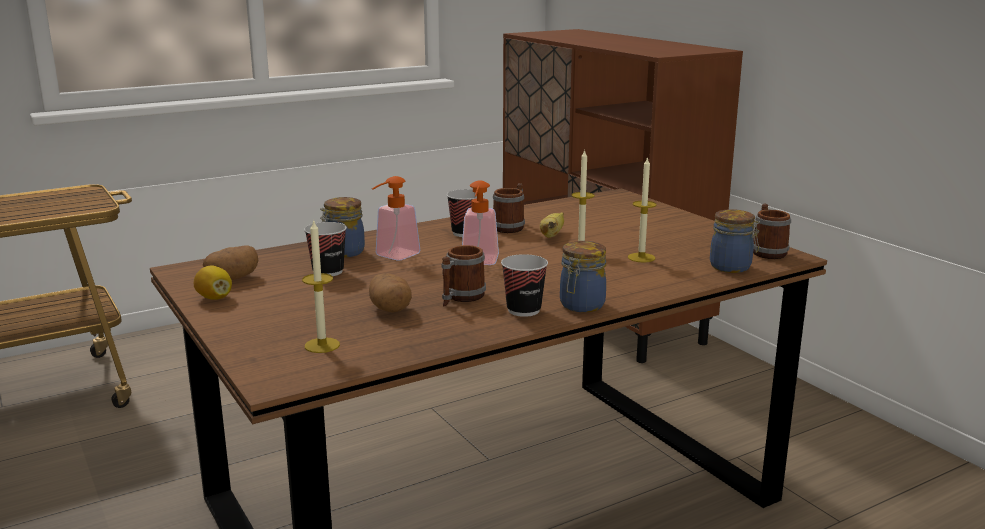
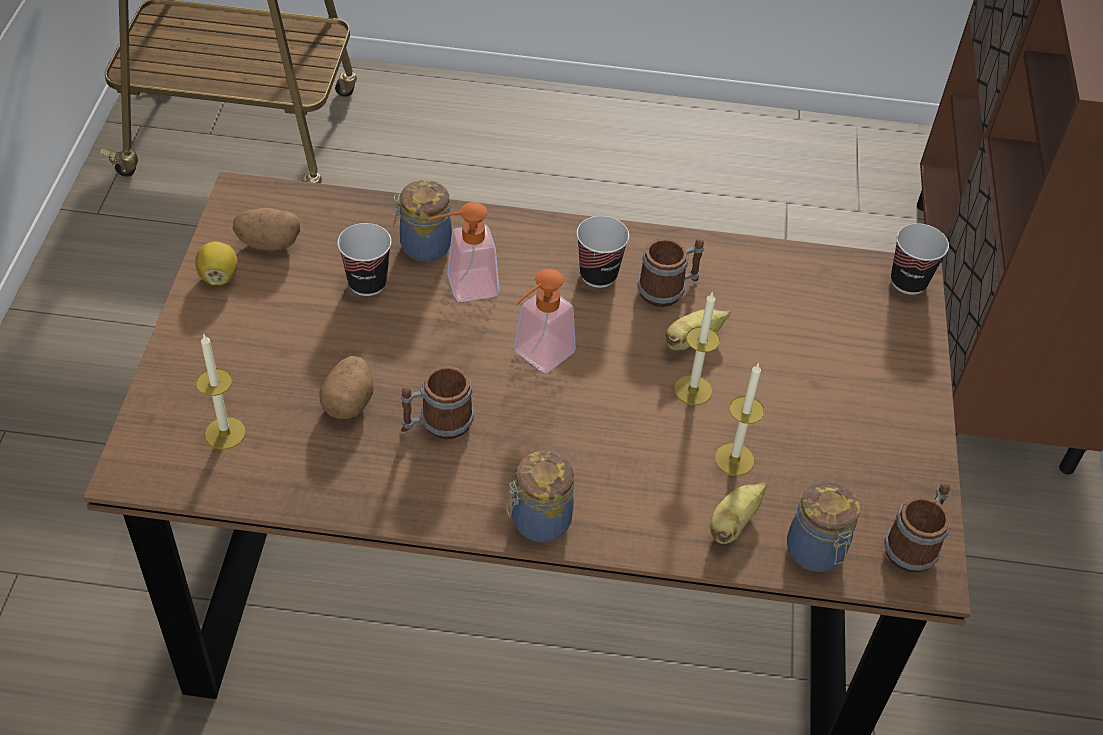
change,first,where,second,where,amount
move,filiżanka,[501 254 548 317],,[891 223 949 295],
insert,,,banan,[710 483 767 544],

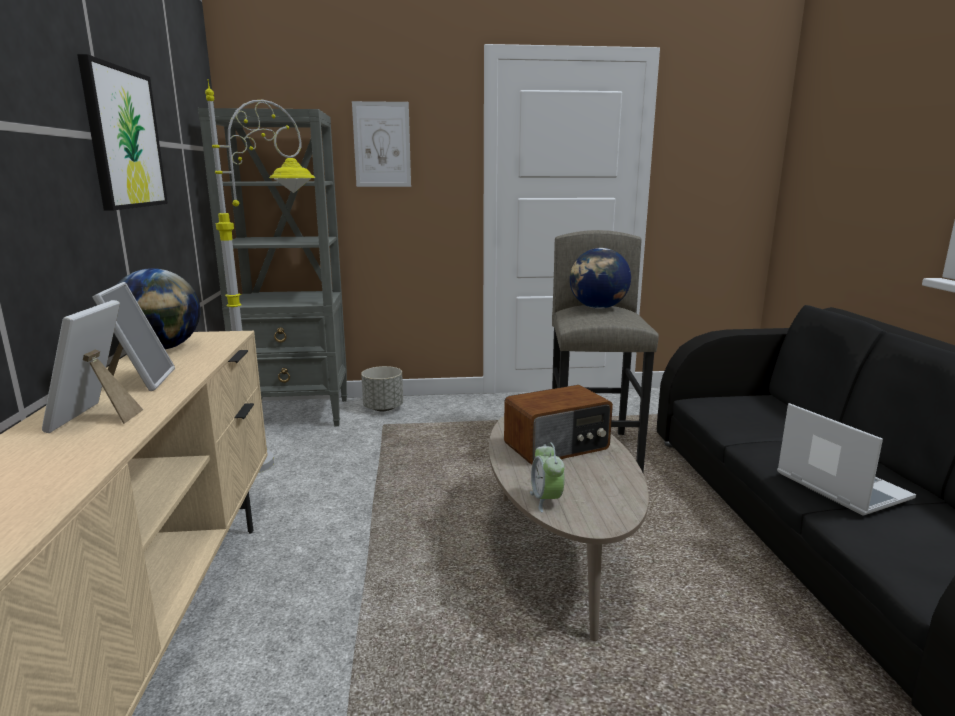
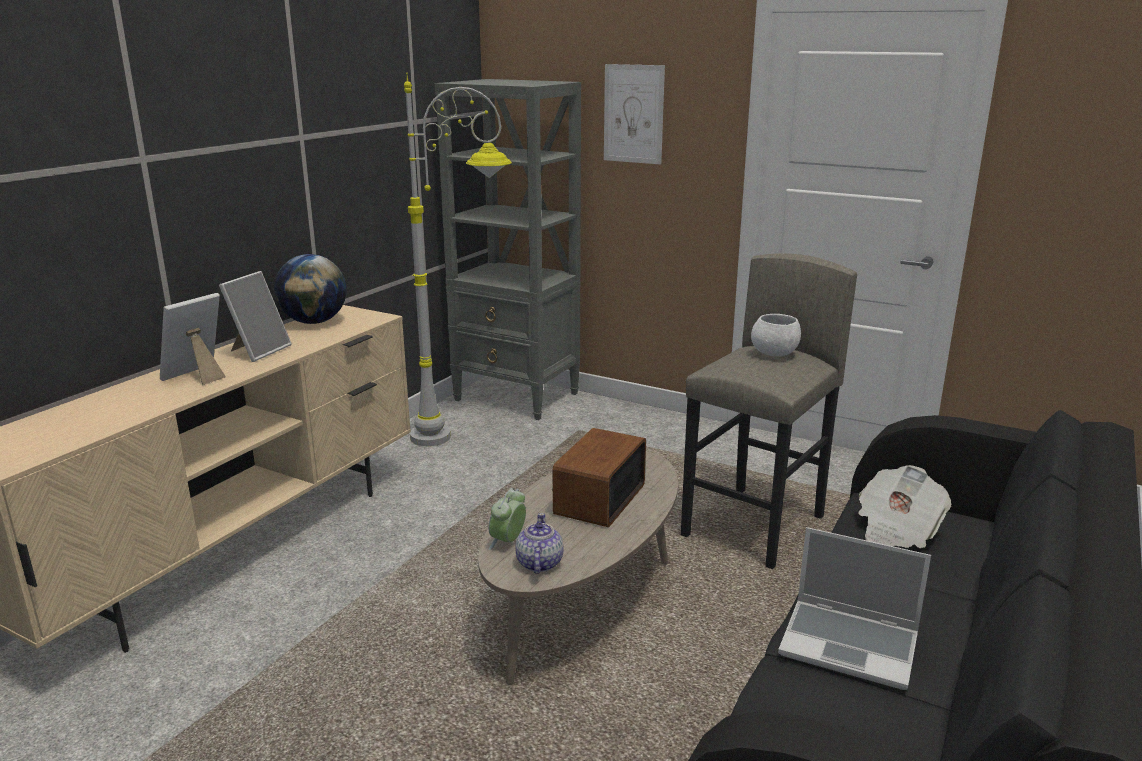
change,first,where,second,where,amount
delete,obraz,[77 54 168 211],,,
delete,donica/szary,[361 366 403 411],,,
rotate,radio,[504 385 613 465],,[552 428 646 527],105 degrees clockwise
replace,globus,[570 248 631 309],miska/biały,[751 314 801 356],
rotate,laptop,[777 403 916 515],,[778 527 931 690],105 degrees clockwise
insert,,,imbryk,[515 513 564 574],
insert,,,gazeta,[858 465 951 548],

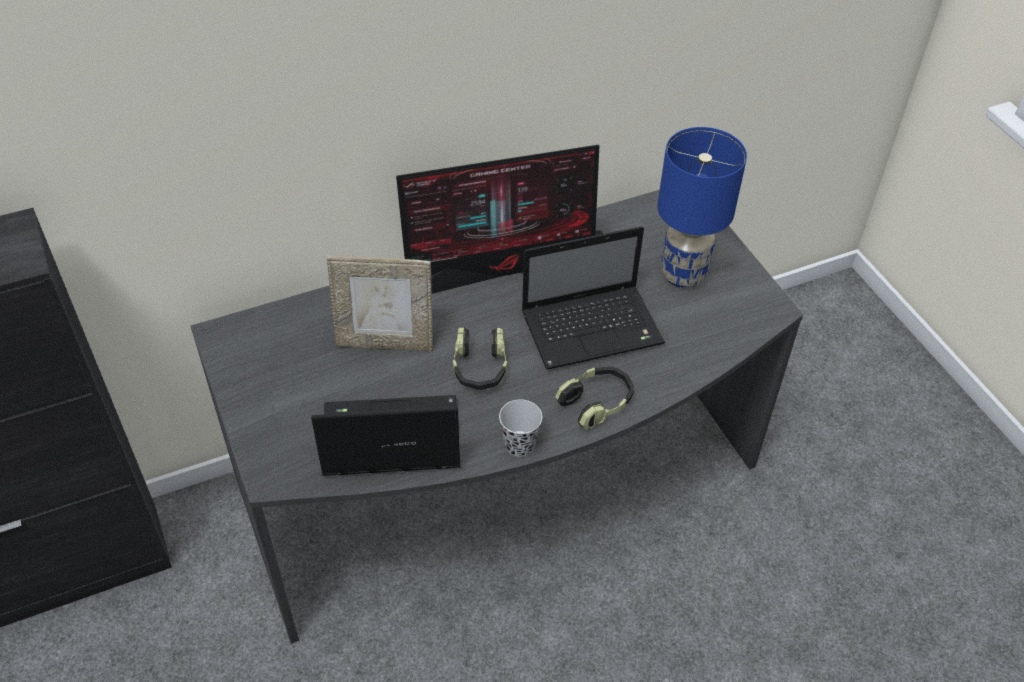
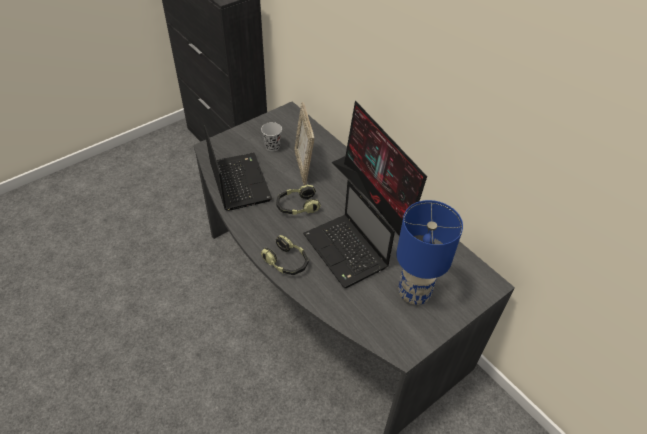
change,first,where,second,where,amount
move,filiżanka/czarny,[499 399 542 457],,[261 122 282 152],

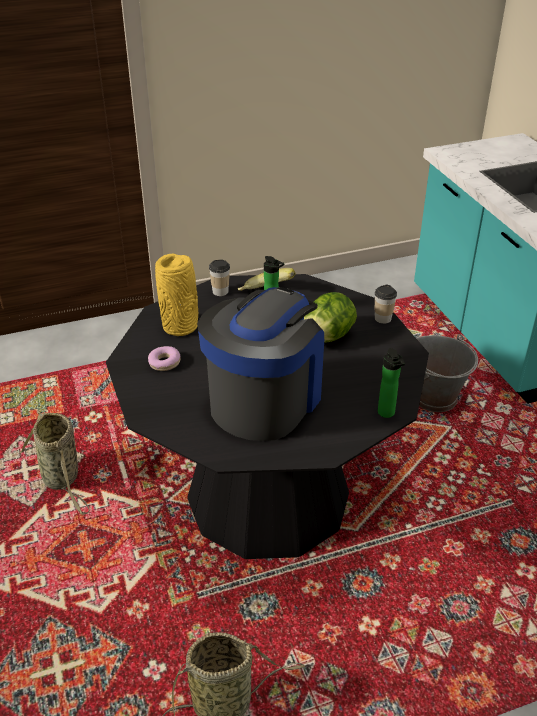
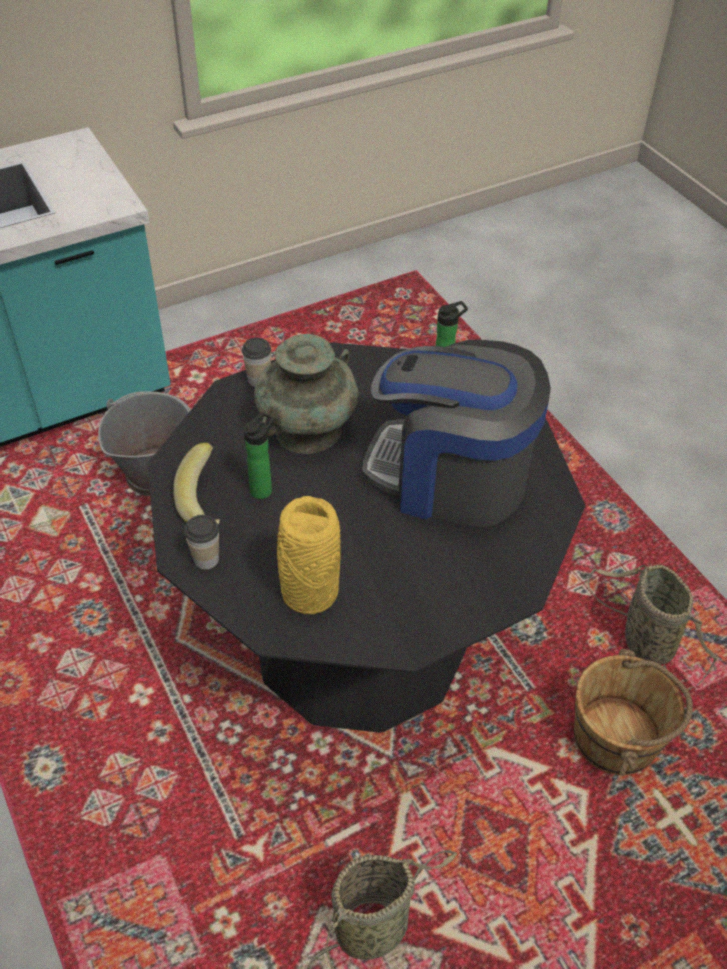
change,first,where,second,where,amount
delete,donut,[148 346 180 371],,,
replace,sałata,[304 292 357 343],wazon/turkusowy,[254 334 359 454],
insert,,,wiadro/brązowy,[574 649 693 776],

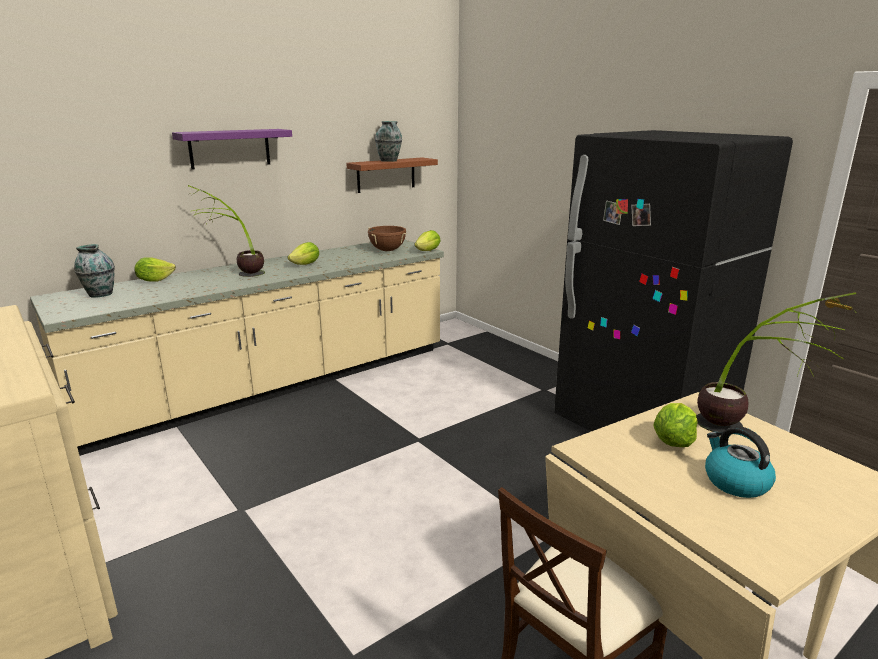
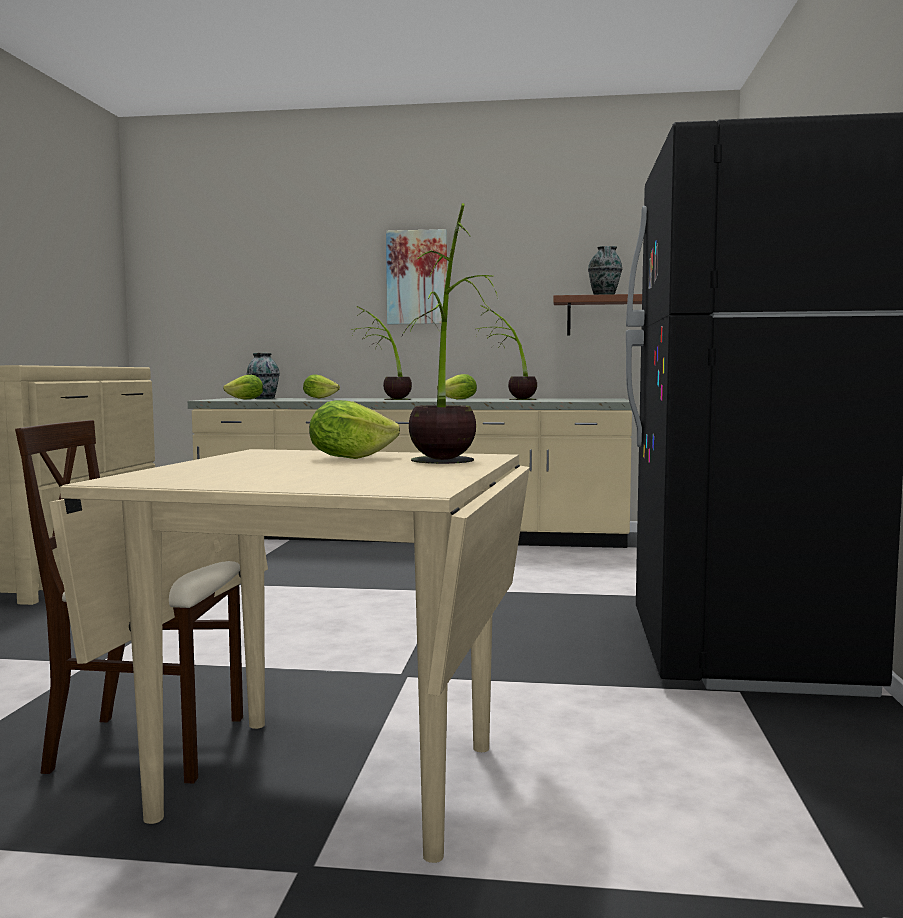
change,first,where,second,where,amount
replace,półka/fioletowy,[172 129 292 170],obraz,[386 229 447 324],
delete,garnek/brązowy,[368 226 407 251],,,
move,sałata,[414 230 440 251],,[223 375 263 400],
delete,czajnik,[705 426 776 498],,,
insert,,,roślina doniczkowa,[476 305 537 400],

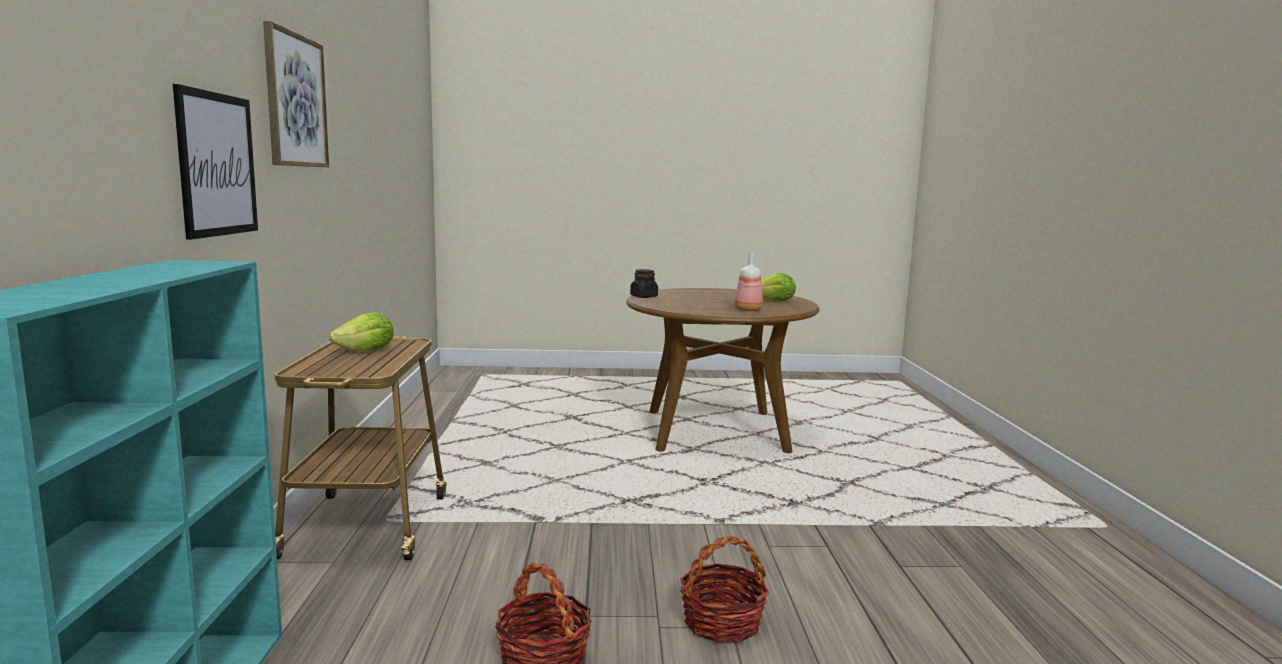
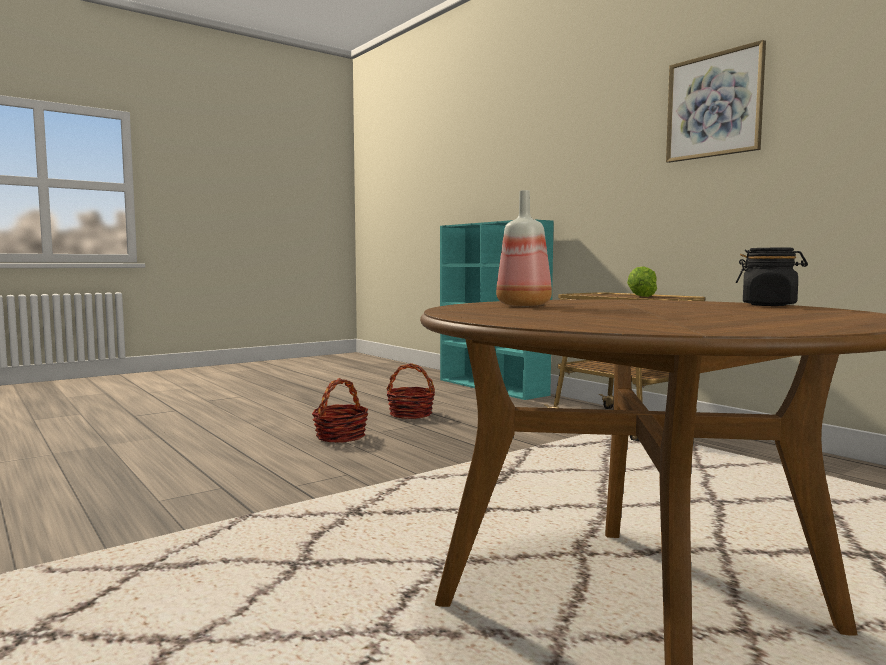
change,first,where,second,where,amount
delete,obraz,[173 84 258 240],,,
delete,sałata,[761 273 796 301],,,

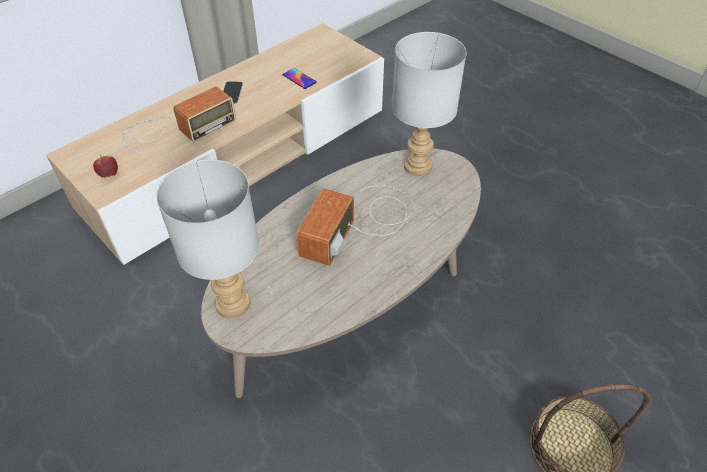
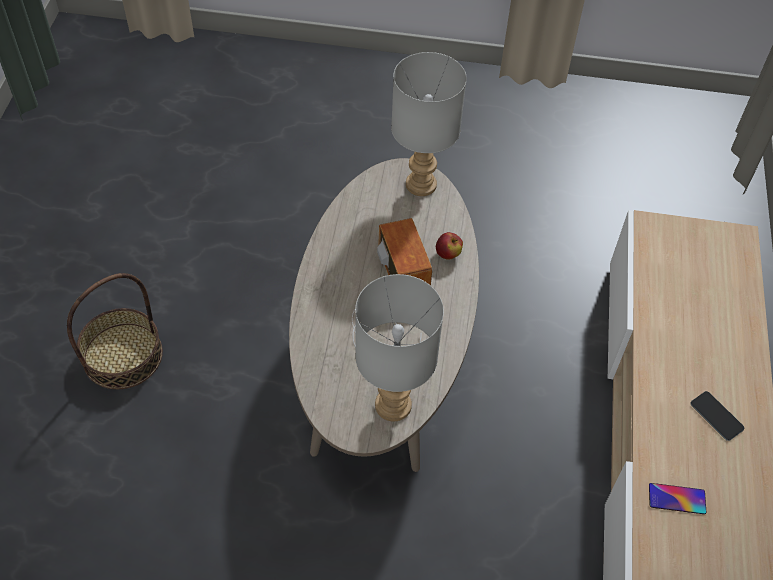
change,first,where,second,where,amount
move,jabłko,[93 155 118 178],,[436 232 463 260],
delete,radio,[122 86 236 153],,,

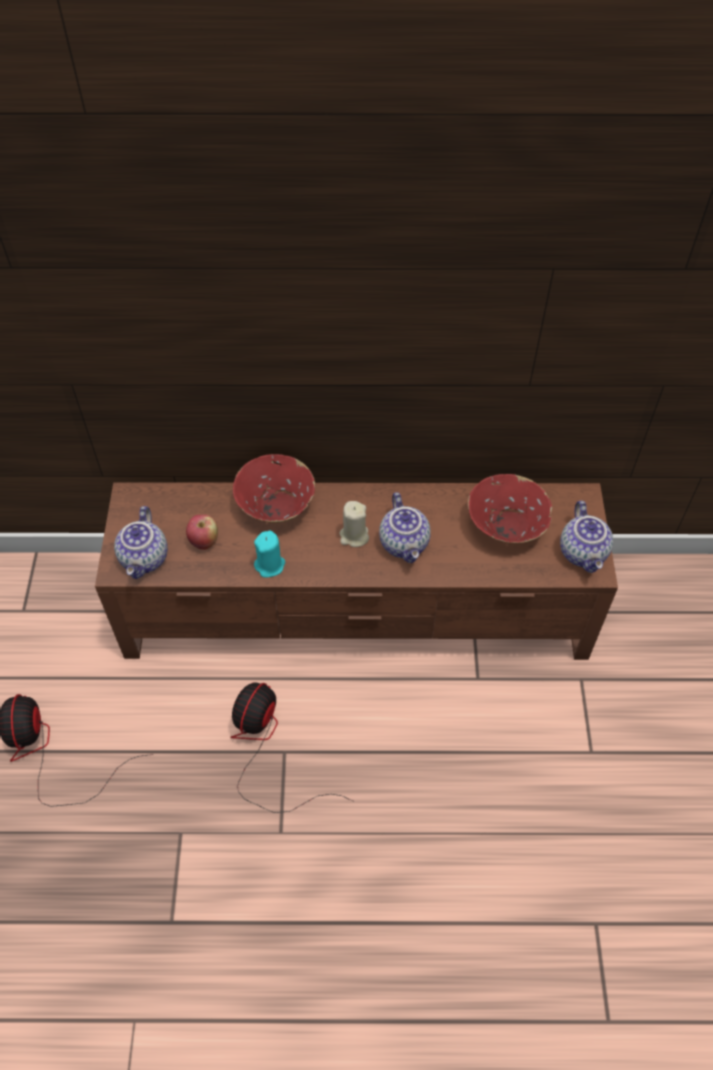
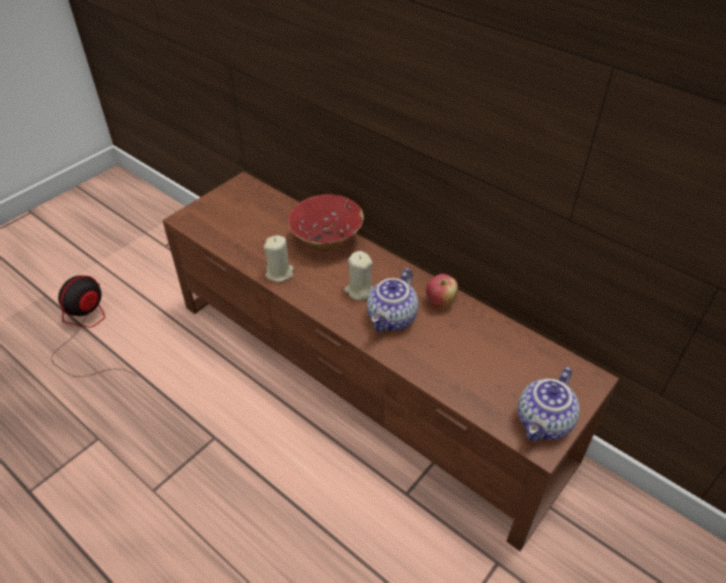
change,first,where,second,where,amount
delete,imbryk,[114 506 168 579],,,
move,jabłko,[186 514 218 550],,[426 274 458 309],
delete,wentylator,[230 682 354 813],,,
recolor,świeca/turkusowy,[254 530 285 578],świeca/beżowy,[264 235 294 282],
delete,miska/czerwony,[468 474 552 544],,,

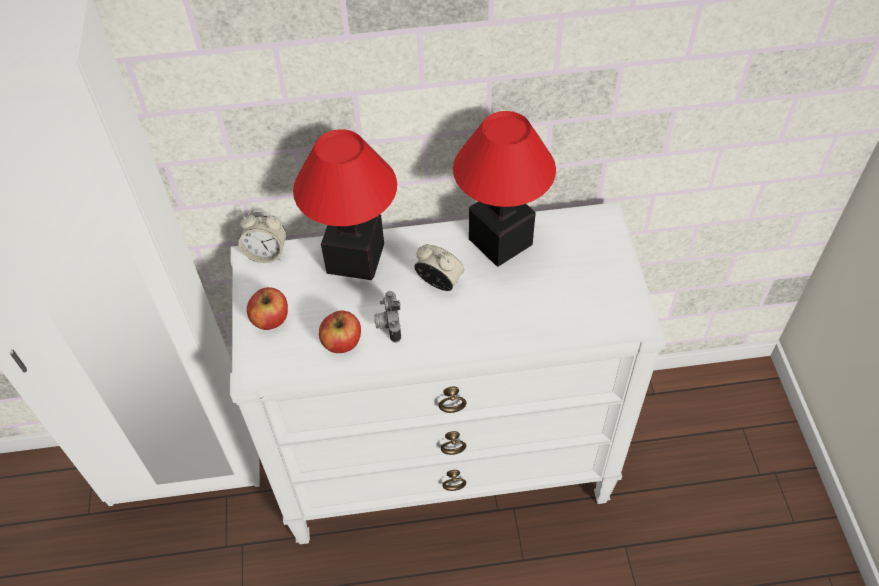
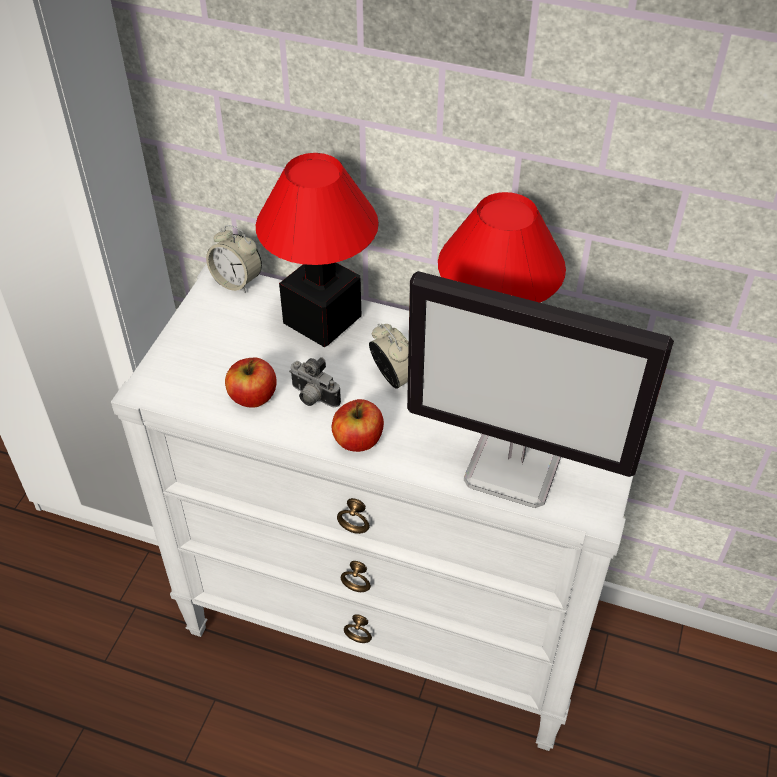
change,first,where,second,where,amount
move,jabłko,[247 287 288 330],,[332 399 384 452],
rotate,aparat fotograficzny,[375 291 401 342],,[289 357 341 407],75 degrees counterclockwise
insert,,,monitor,[407 271 674 508],

